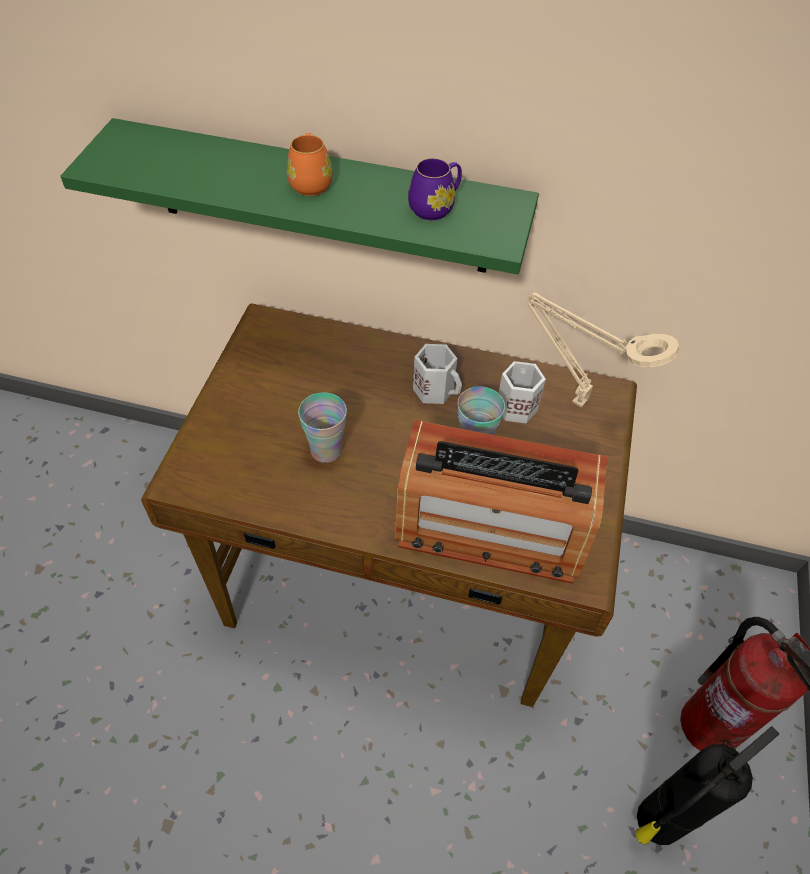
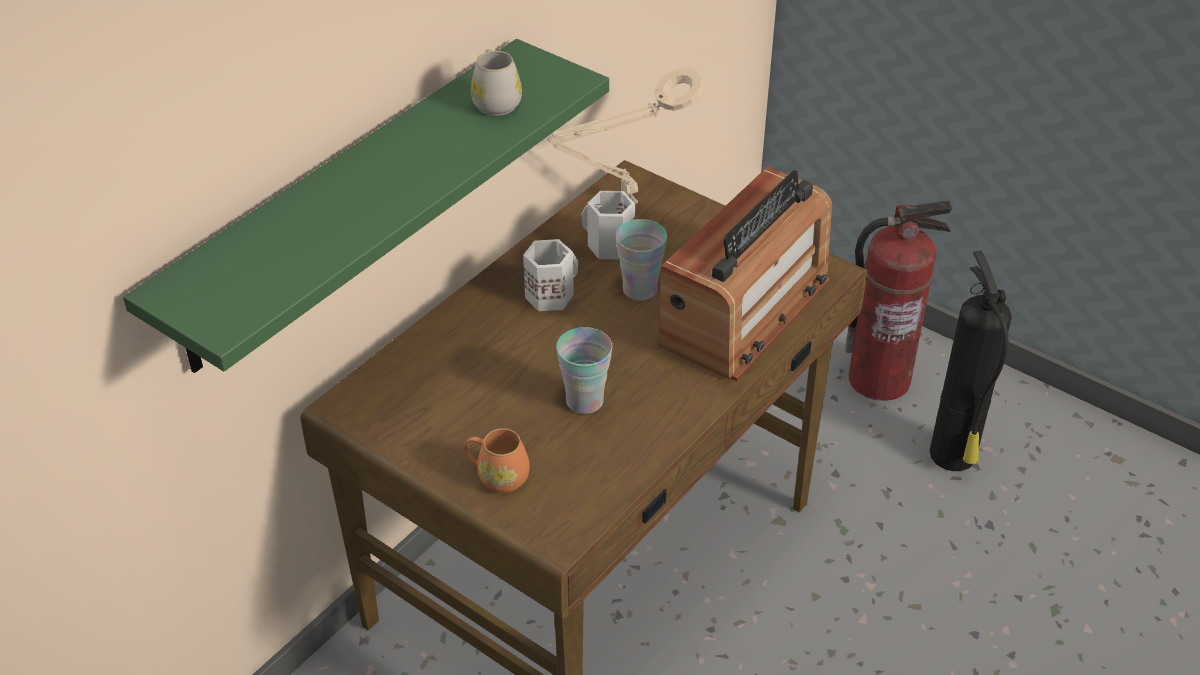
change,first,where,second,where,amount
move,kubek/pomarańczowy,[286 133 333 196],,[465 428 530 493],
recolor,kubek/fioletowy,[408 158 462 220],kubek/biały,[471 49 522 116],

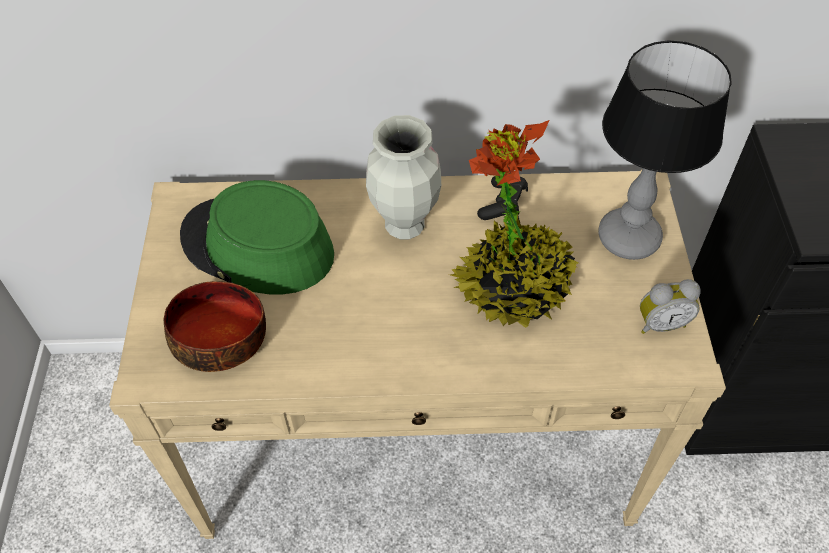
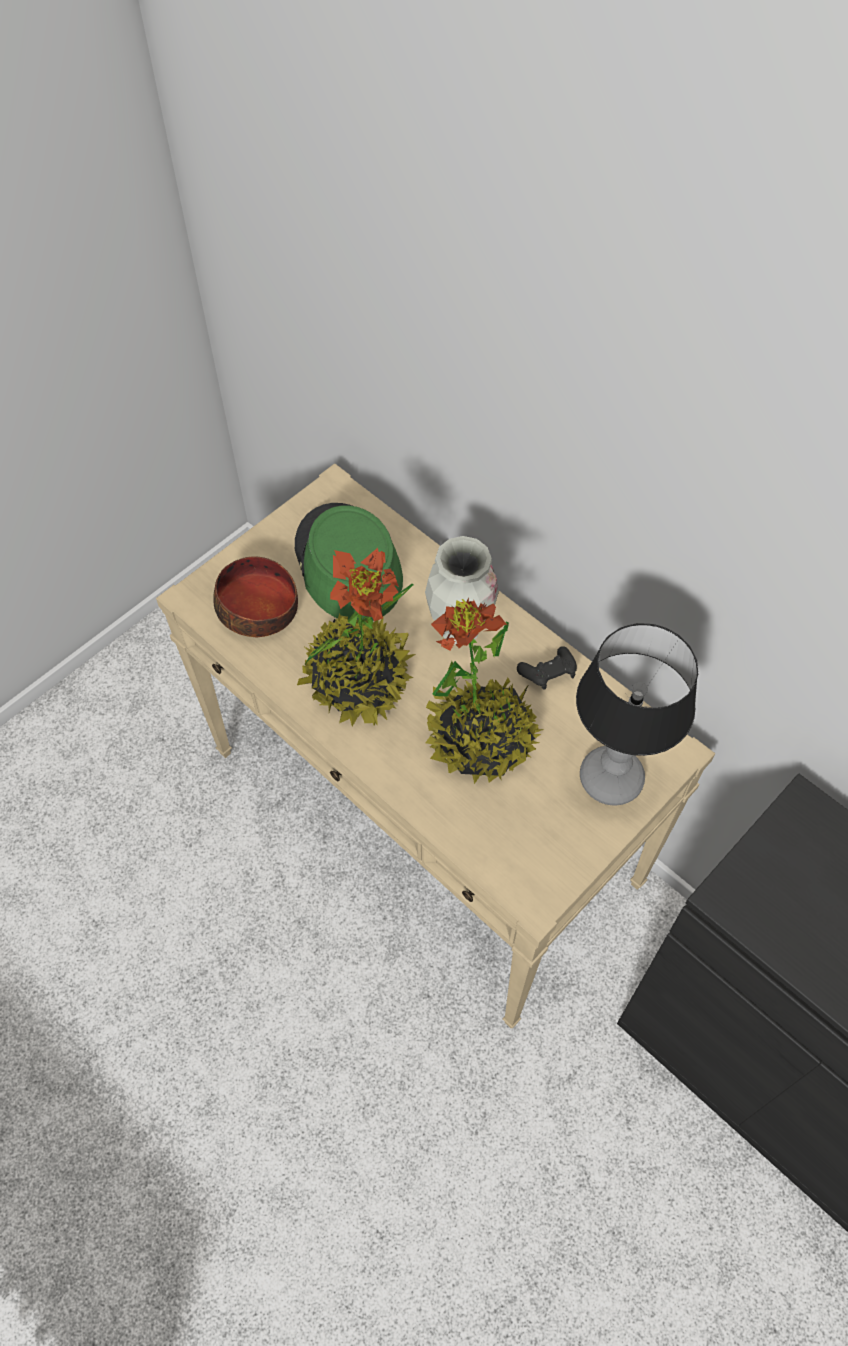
change,first,where,second,where,amount
delete,budzik,[640 279 701 334],,,
insert,,,roślina doniczkowa,[297 548 416 727],

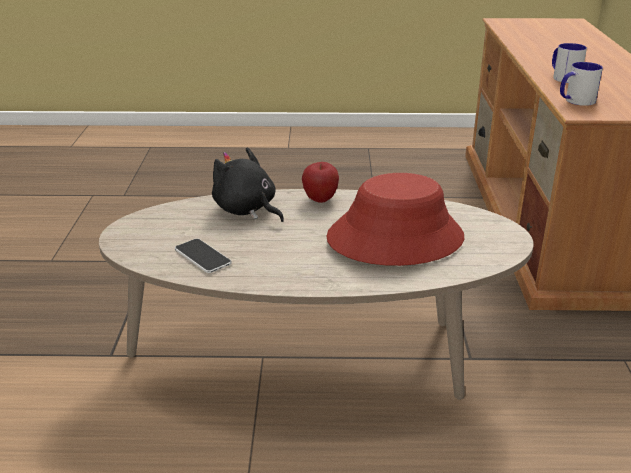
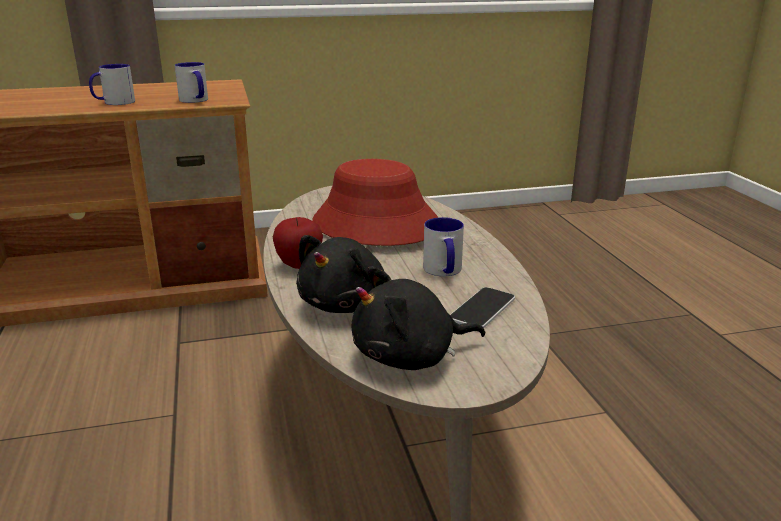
change,first,where,second,where,amount
insert,,,pluszak/czarny,[352 266 485 370],
insert,,,kubek,[423 217 464 276],

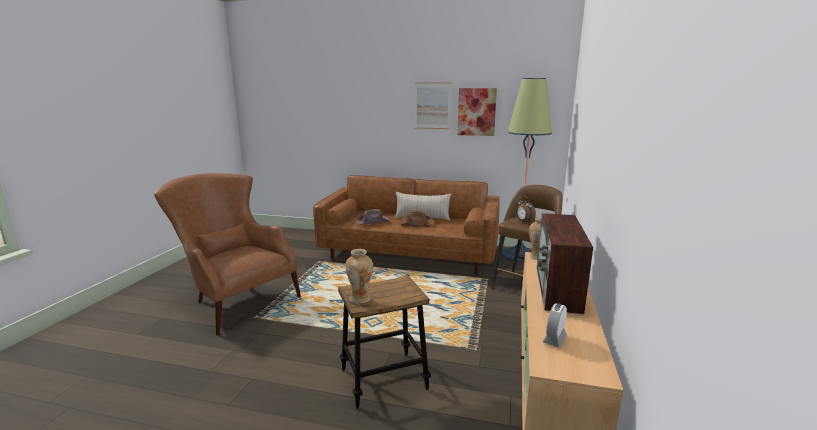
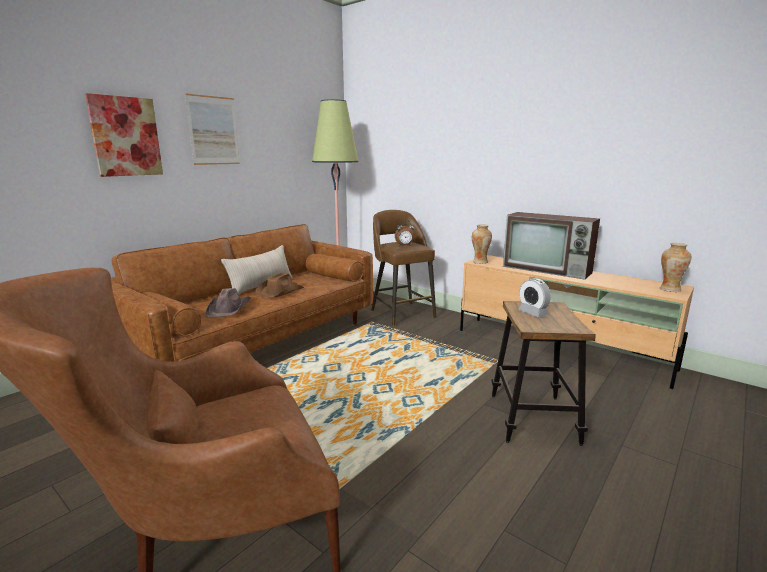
change,first,where,second,where,amount
move,wazon,[345 249 373 304],,[660 243 692 292],
move,obraz,[457 88 497 136],,[85 93 163 177],
move,budzik,[542 303 567 348],,[518 278 551 317],

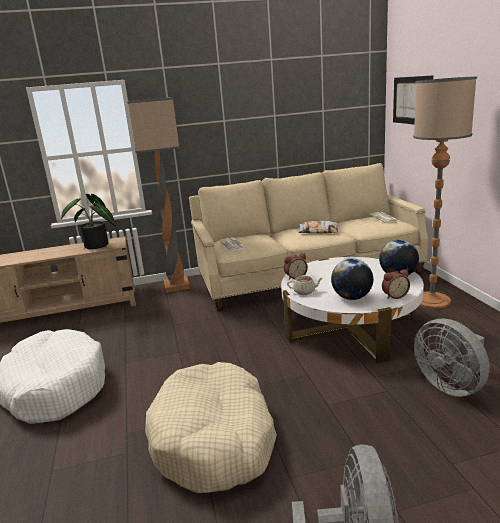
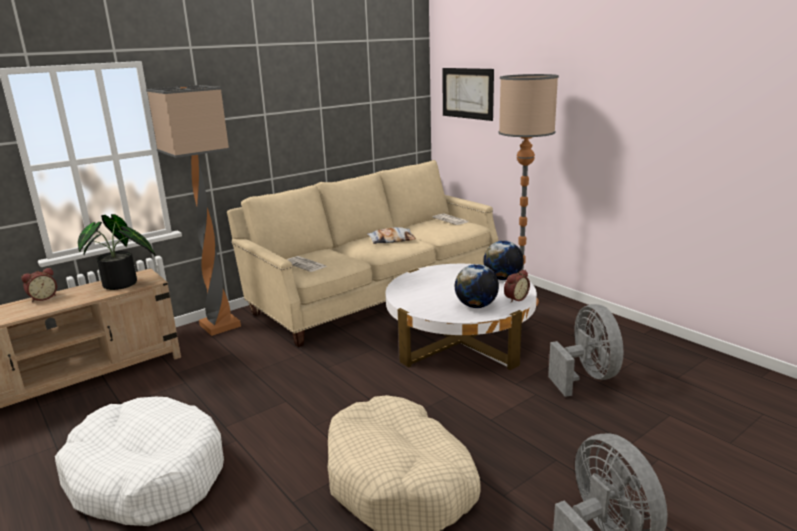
change,first,where,second,where,amount
move,budzik,[284 253 308 279],,[21 268 57 302],
delete,imbryk/beżowy,[287 275 322 295],,,
rotate,wentylator/szary,[414 318 490 397],,[548 304 623 397],135 degrees counterclockwise

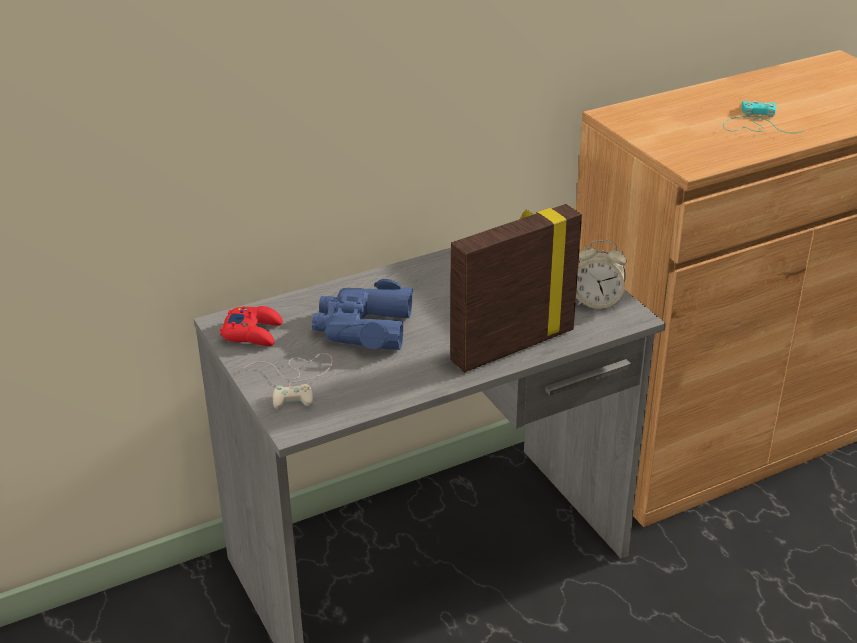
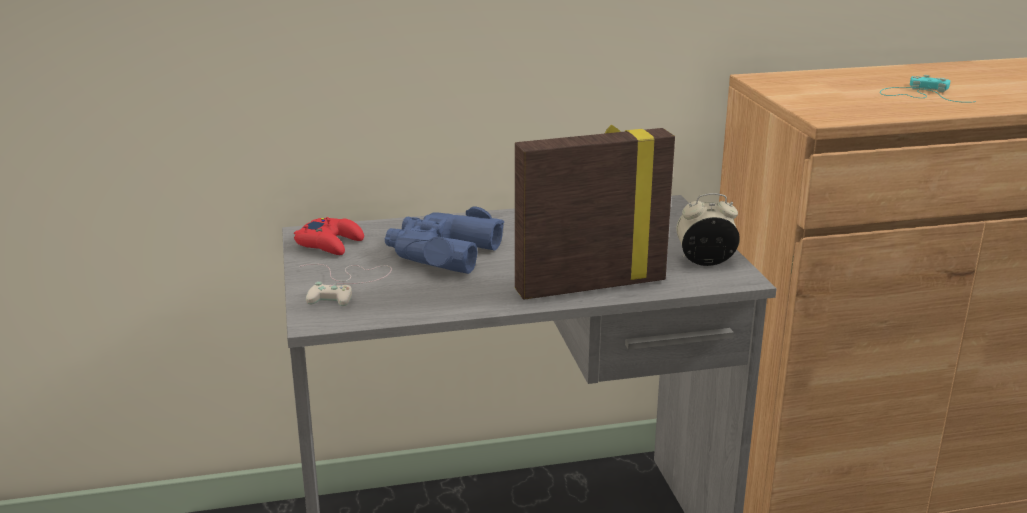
change,first,where,second,where,amount
rotate,budzik,[576 240 627 309],,[677 193 740 266],150 degrees clockwise

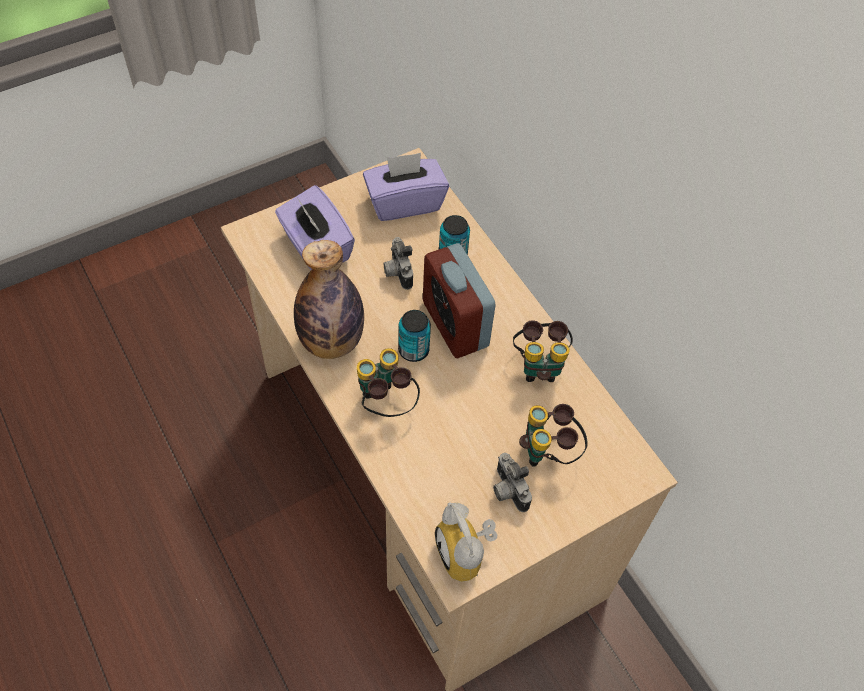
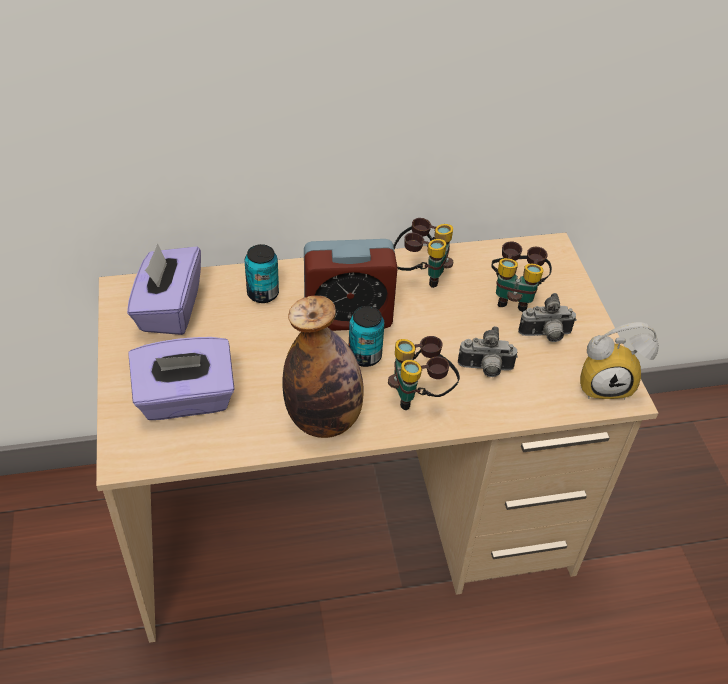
change,first,where,second,where,amount
move,aparat fotograficzny,[383 237 413 290],,[458 326 518 377],

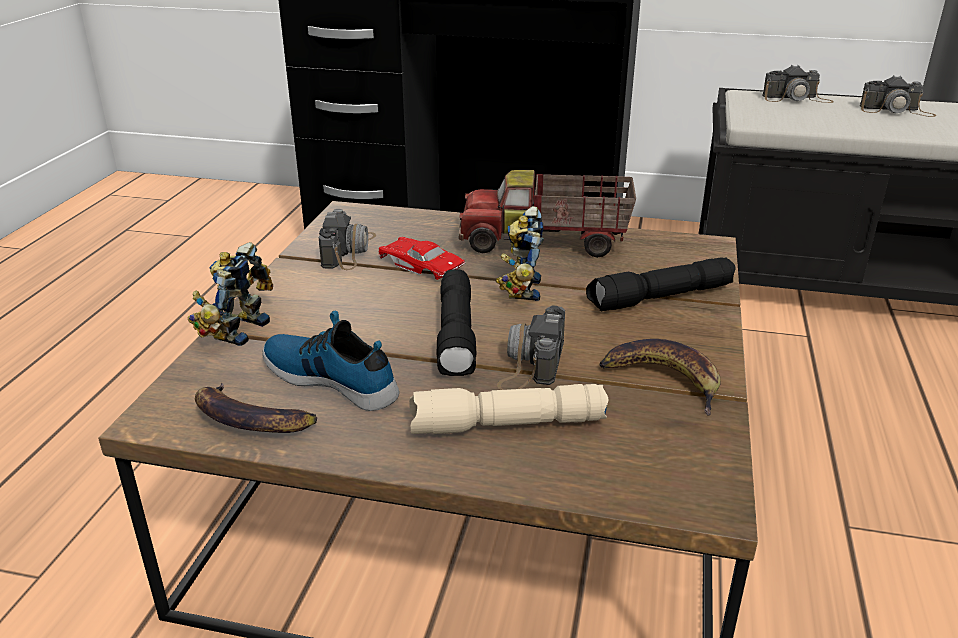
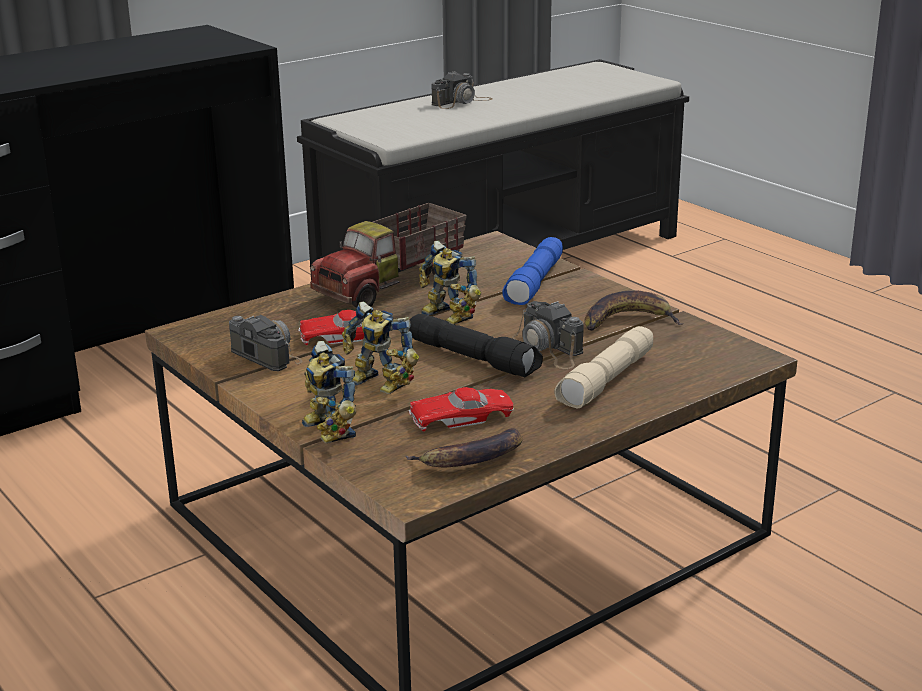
change,first,where,second,where,amount
replace,but,[262 311 399 411],samochodzik/czerwony,[408 387 514 432],
recolor,latarka/czarny,[586 257 736 311],latarka/niebieski,[502 237 563 305],
delete,aparat fotograficzny,[762 65 833 103],,,
insert,,,robot zabawkowy,[342 301 419 394],

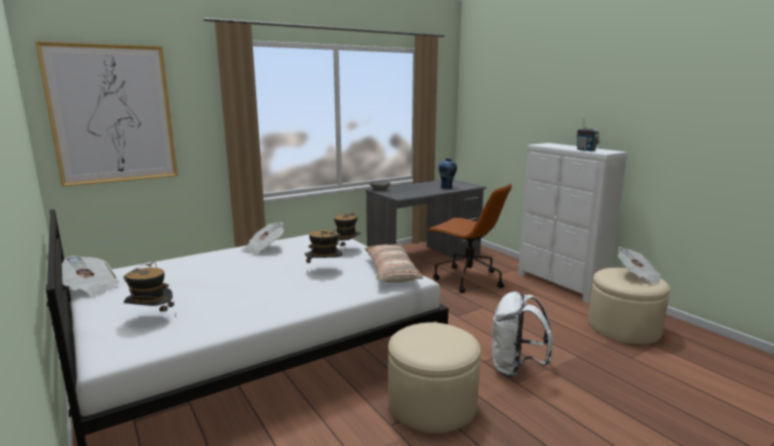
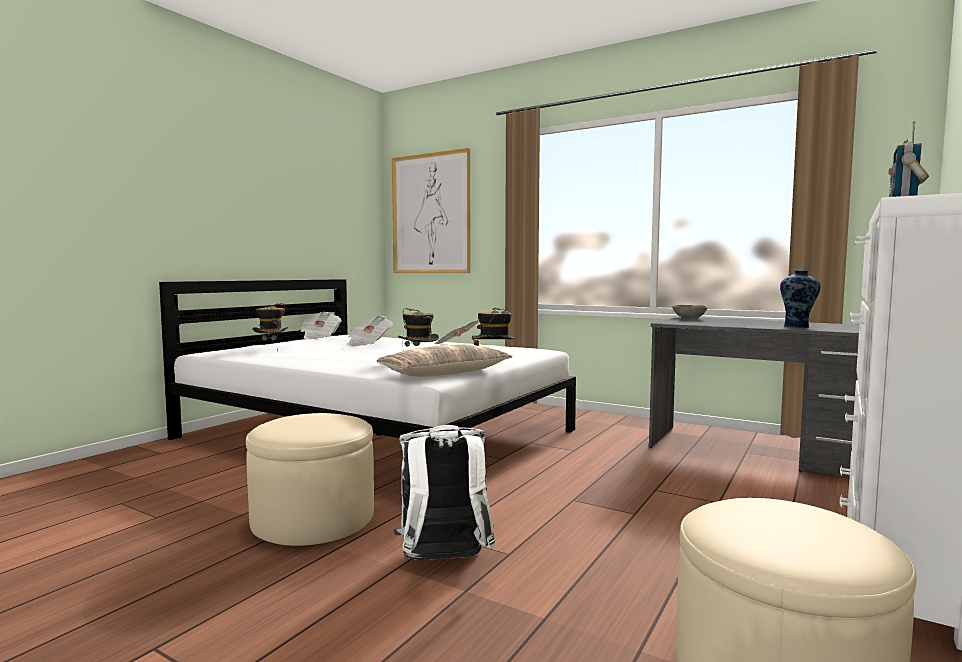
change,first,where,second,where,amount
delete,krzesło biurowe/brązowy,[429 183 512 293],,,
move,gazeta,[618 247 661 285],,[346 316 393 347],

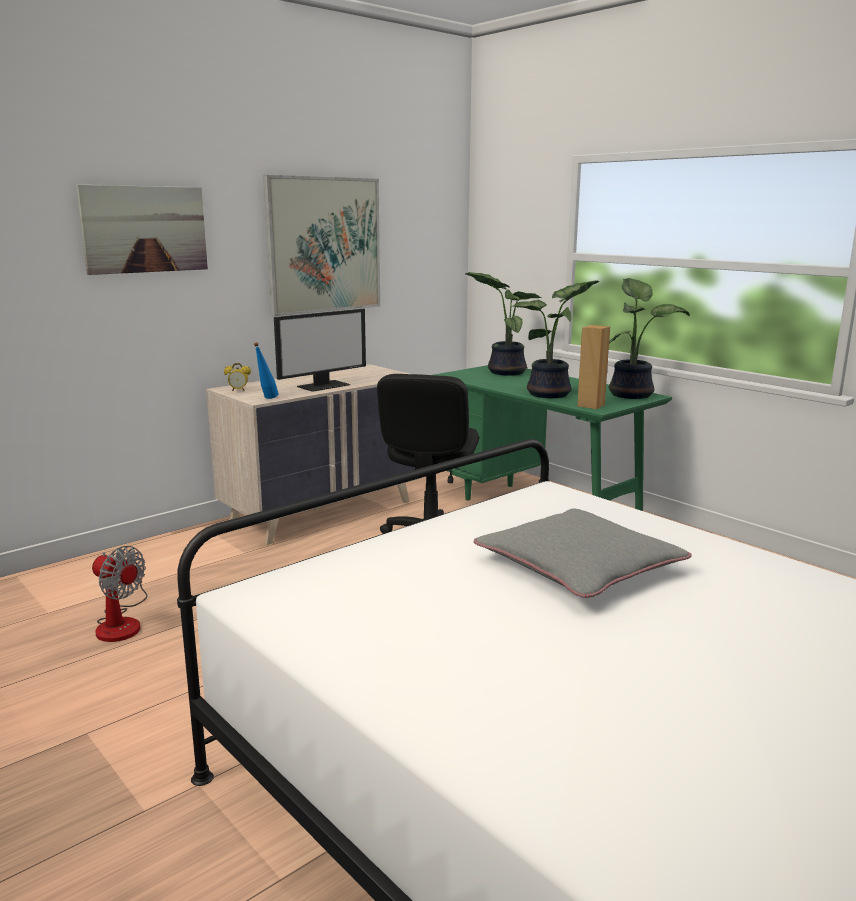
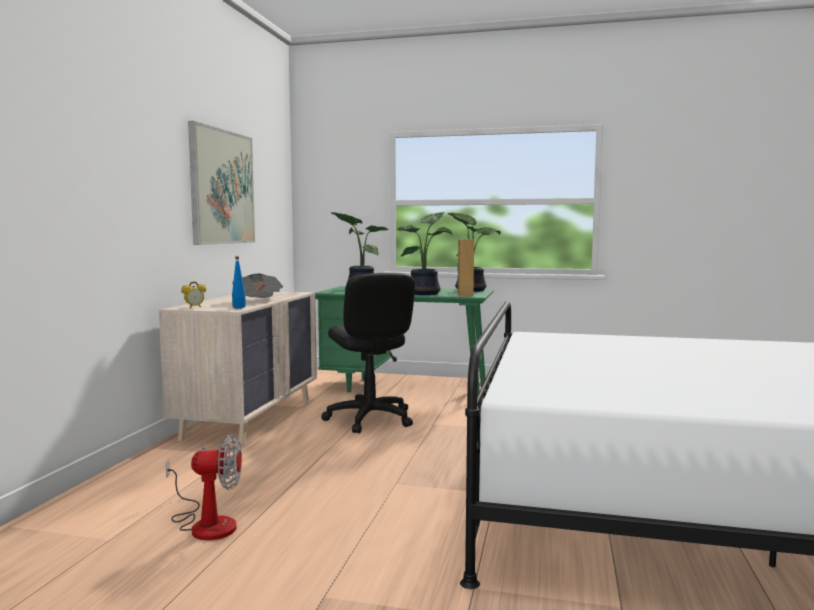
change,first,where,second,where,amount
delete,obraz,[76 184 208 275],,,
replace,monitor,[274 309 366 392],gazeta,[232 273 283 298],
delete,poduszka/szary,[474 508 692 598],,,

